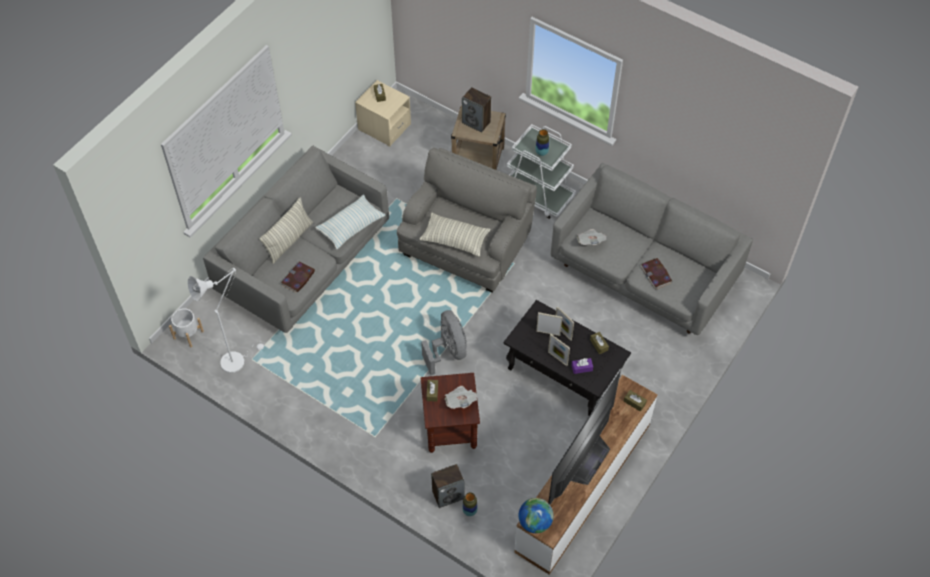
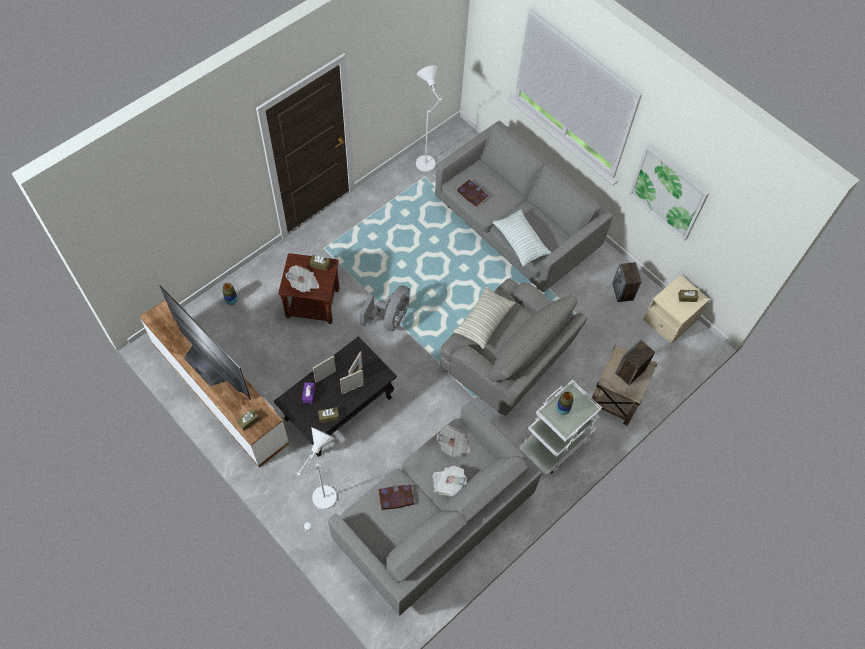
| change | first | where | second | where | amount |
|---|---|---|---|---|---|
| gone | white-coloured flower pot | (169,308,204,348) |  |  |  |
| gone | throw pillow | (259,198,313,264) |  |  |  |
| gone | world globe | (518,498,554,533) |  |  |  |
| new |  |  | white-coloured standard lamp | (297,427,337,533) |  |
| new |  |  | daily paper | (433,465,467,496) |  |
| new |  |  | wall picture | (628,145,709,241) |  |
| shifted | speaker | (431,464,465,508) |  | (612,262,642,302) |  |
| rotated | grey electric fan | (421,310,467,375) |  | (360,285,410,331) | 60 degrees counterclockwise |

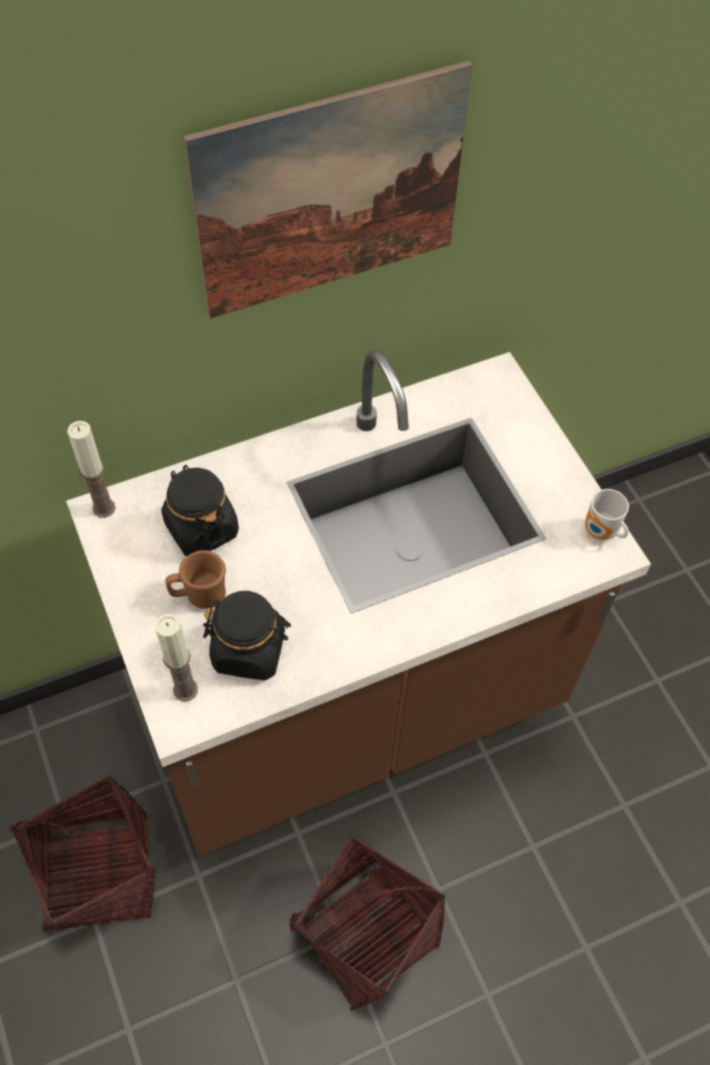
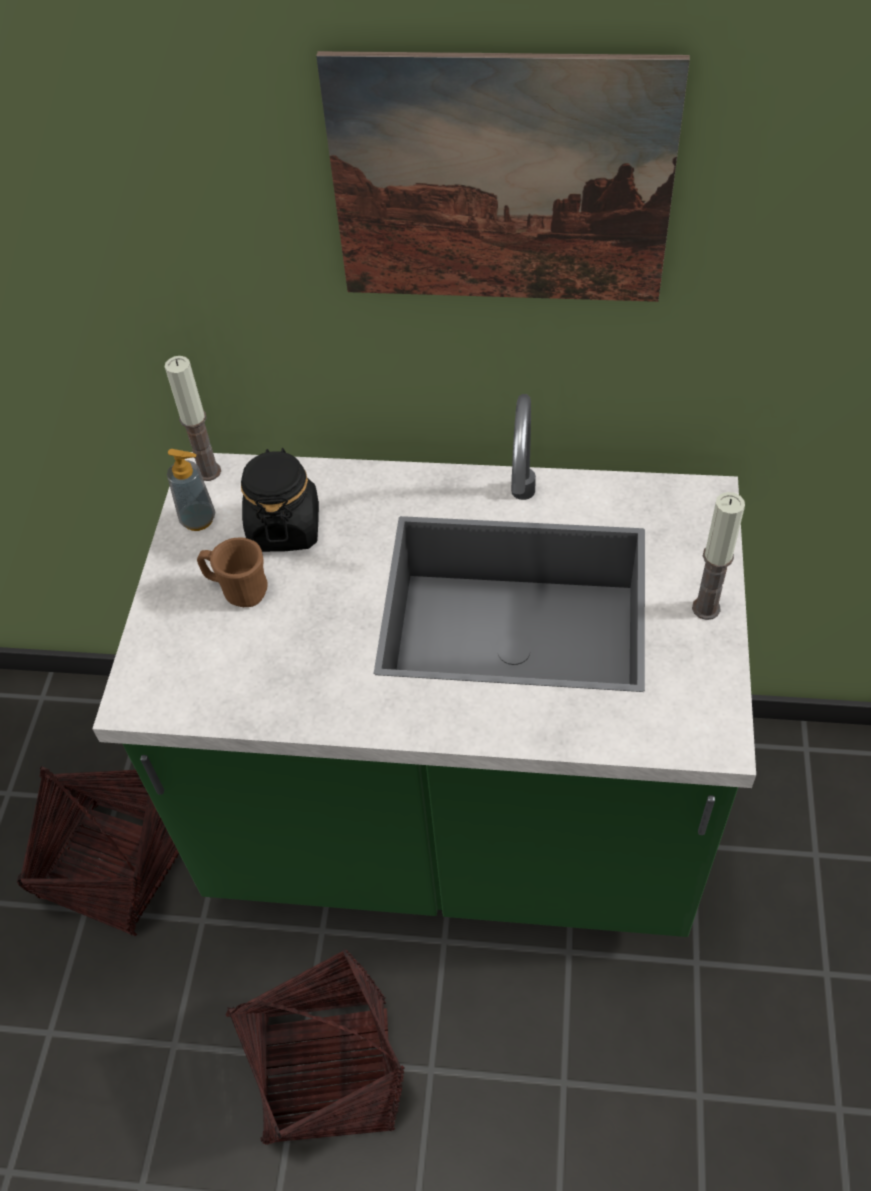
| change | first | where | second | where | amount |
|---|---|---|---|---|---|
| gone | black preserve jar | (203,591,291,680) |  |  |  |
| gone | tea mug | (585,489,629,540) |  |  |  |
| new |  |  | soap dispenser | (167,449,215,531) |  |
| shifted | wax candle | (155,613,198,701) |  | (692,492,745,620) |  |
| repainted | brown counter | (66,350,651,856) | greenish counter | (92,394,756,937) |  |

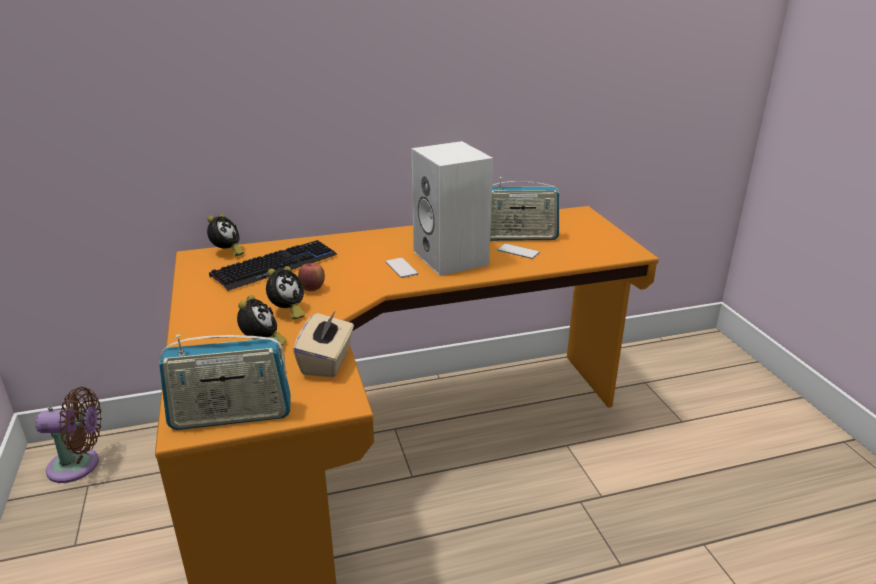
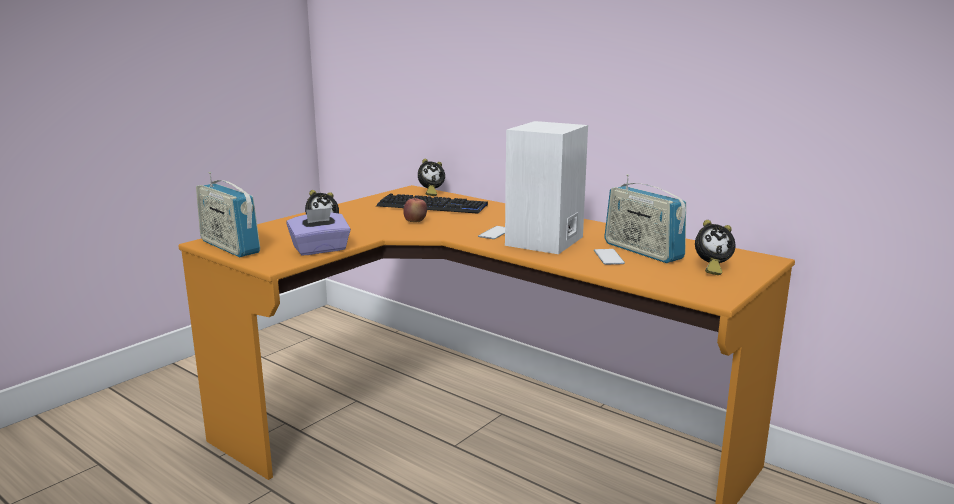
| change | first | where | second | where | amount |
|---|---|---|---|---|---|
| gone | brown electric fan | (35,387,102,483) |  |  |  |
| shifted | alarm clock | (266,266,306,320) |  | (695,220,735,275) |  |
| repainted | beige-coloured box of tissues | (293,310,354,378) | purple box of tissues | (286,208,351,255) |  |

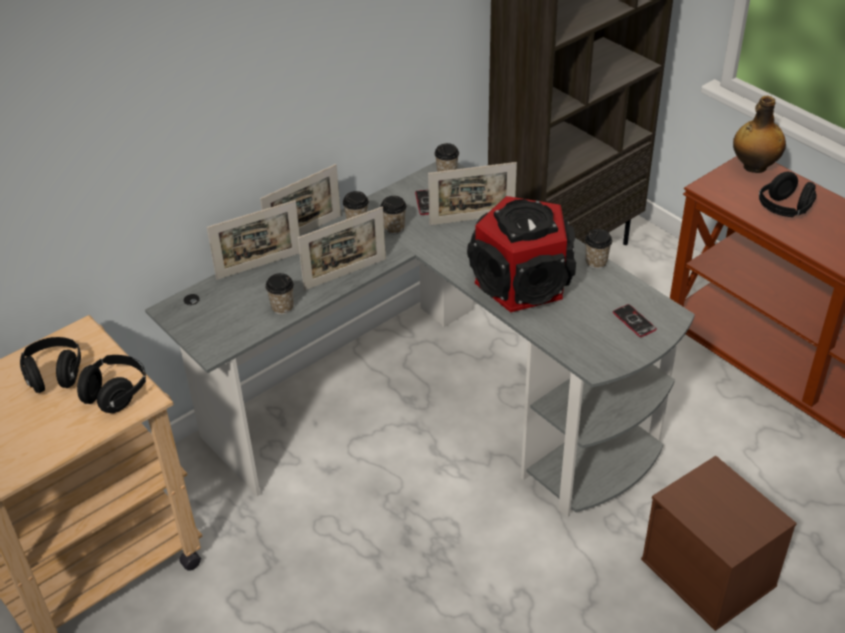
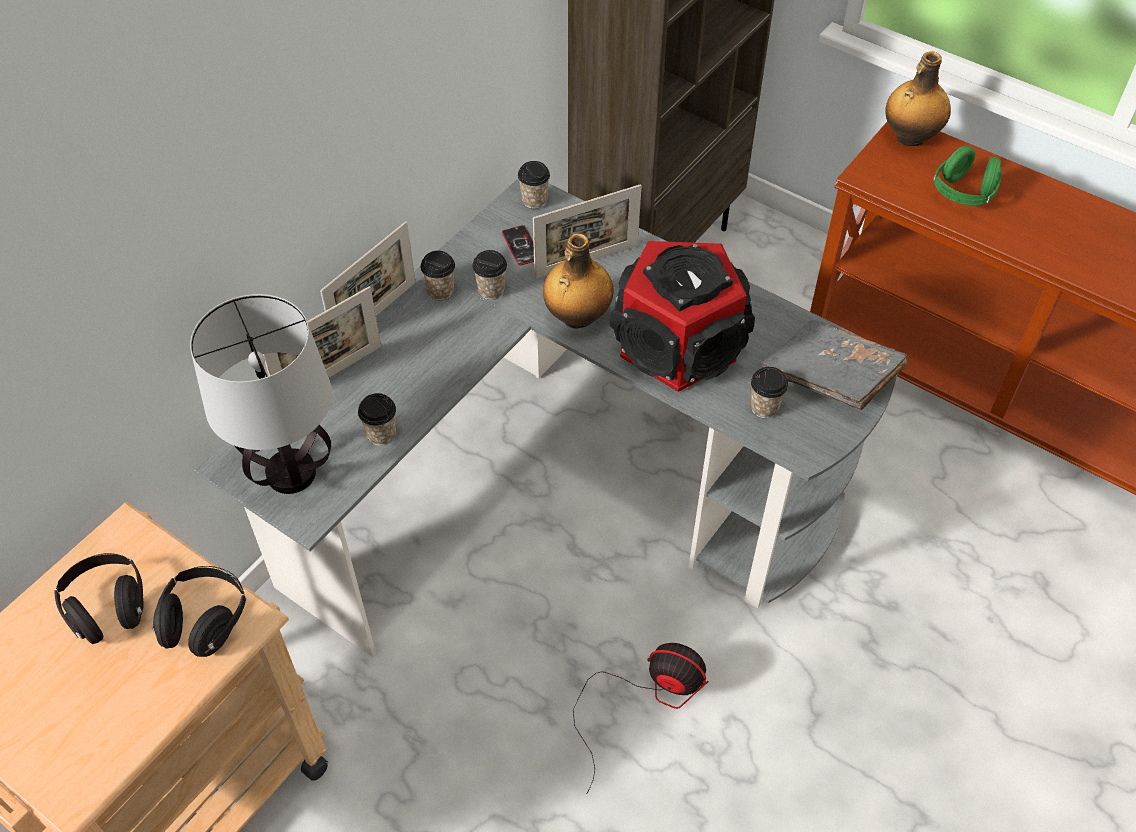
| change | first | where | second | where | amount |
|---|---|---|---|---|---|
| gone | standing frame | (298,207,386,290) |  |  |  |
| gone | brown storage box | (641,456,797,631) |  |  |  |
| new |  |  | table lamp | (190,294,332,494) |  |
| new |  |  | beverage bottle | (543,233,614,329) |  |
| new |  |  | electric fan | (573,643,709,793) |  |
| shifted | small cup | (585,229,612,269) |  | (750,367,788,418) |  |
| swapped | handset | (613,304,657,337) | grey volume | (762,321,907,410) |  |
| repainted | black headphones | (759,172,817,217) | greenish headphones | (933,146,1002,206) |  |

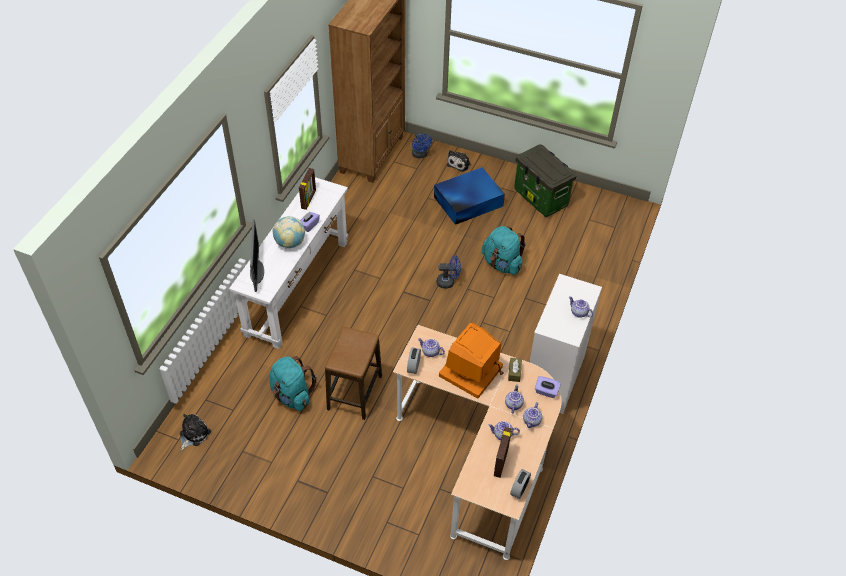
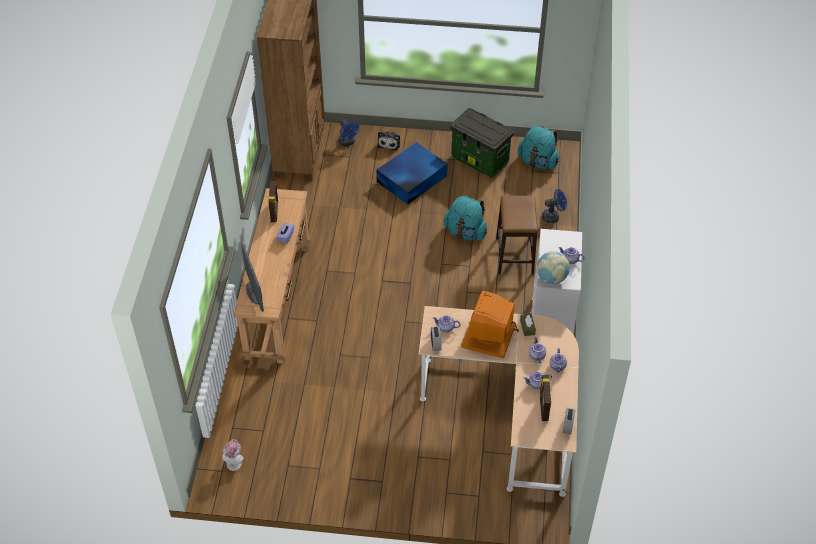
| change | first | where | second | where | amount |
|---|---|---|---|---|---|
| gone | purple box of tissues | (535,376,561,398) |  |  |  |
| shifted | turquoise knapsack | (269,356,317,411) |  | (518,125,559,169) |  |
| shifted | world globe | (272,216,305,249) |  | (536,251,570,285) |  |
| shifted | sitting stool | (325,327,382,420) |  | (496,196,538,275) |  |
| shifted | blue electric fan | (437,255,461,289) |  | (542,189,567,223) |  |
| swapped | soft toy | (180,414,211,450) | clothing hat | (222,439,243,471) |  |
| repainted | white-coloured hall table | (229,177,348,349) | brown hall table | (234,188,310,364) |  |

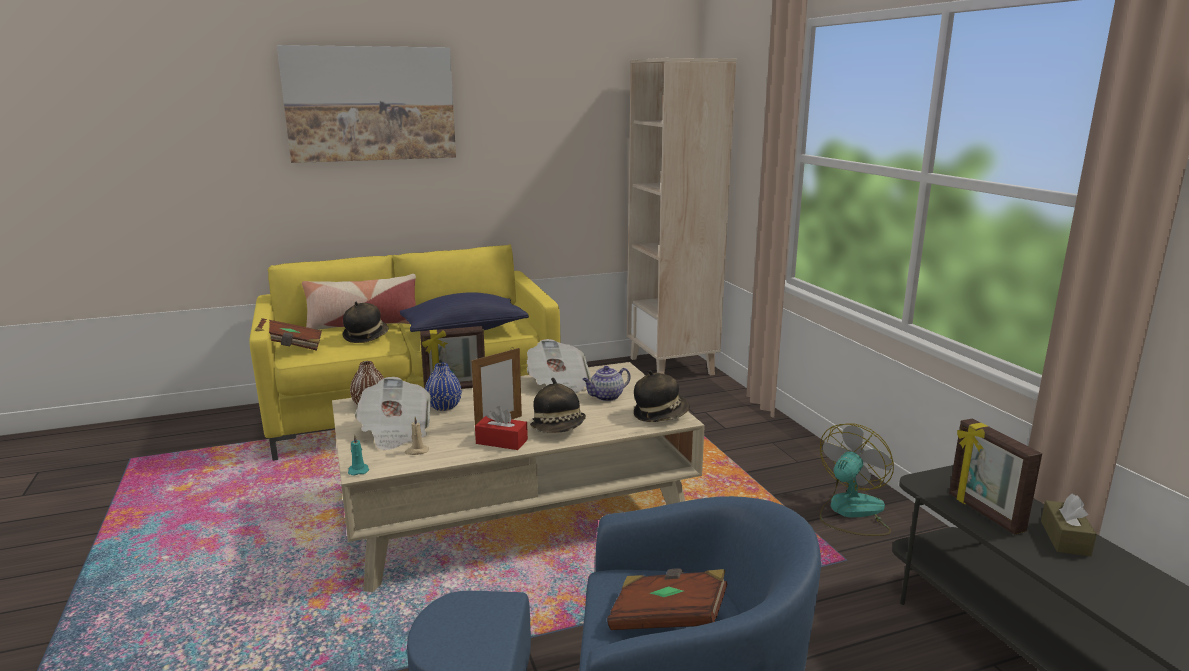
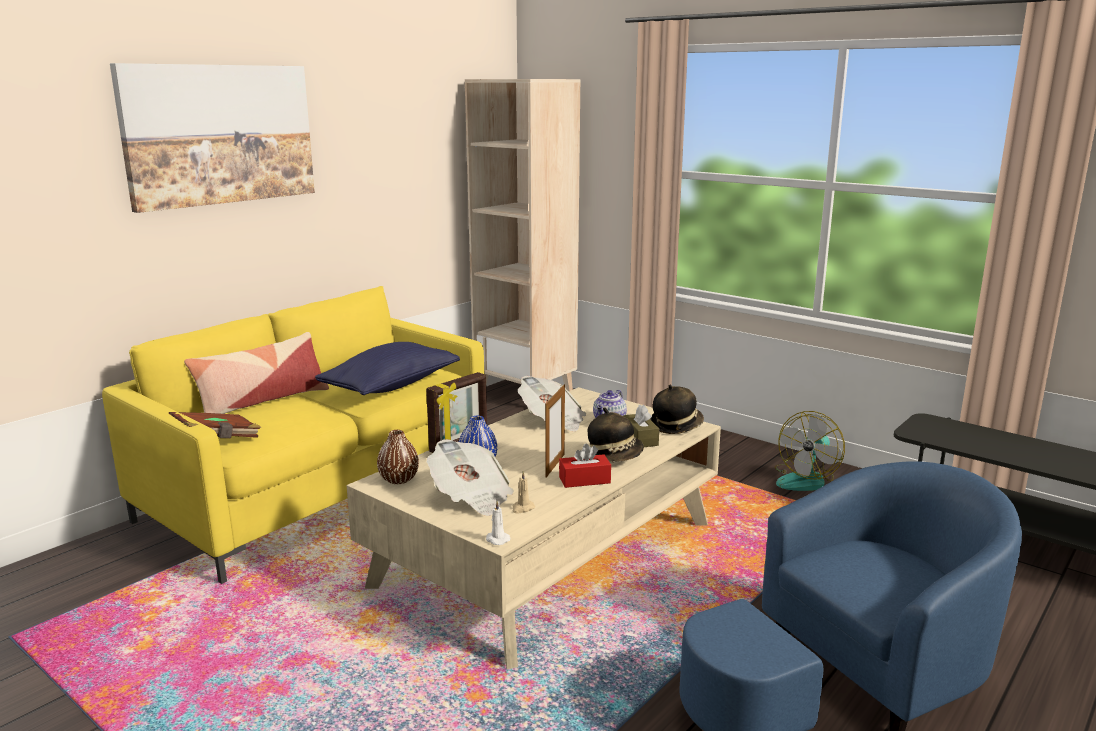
| change | first | where | second | where | amount |
|---|---|---|---|---|---|
| gone | clothing hat | (342,302,389,343) |  |  |  |
| gone | brown volume | (607,568,727,630) |  |  |  |
| gone | standing frame | (949,419,1042,534) |  |  |  |
| shifted | brown box of tissues | (1041,493,1097,556) |  | (623,405,659,447) |  |
| repainted | turquoise wax candle | (348,435,369,476) | white-coloured wax candle | (486,501,510,545) |  |
| rotated | electric fan | (820,423,894,536) |  | (775,411,845,491) | 150 degrees counterclockwise |

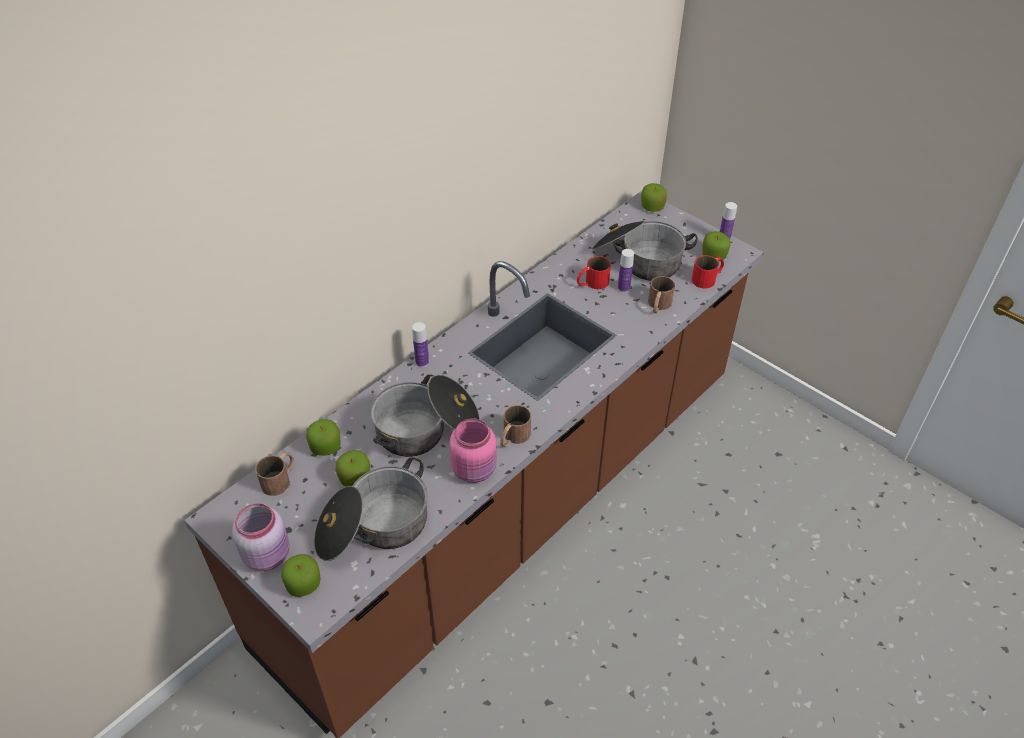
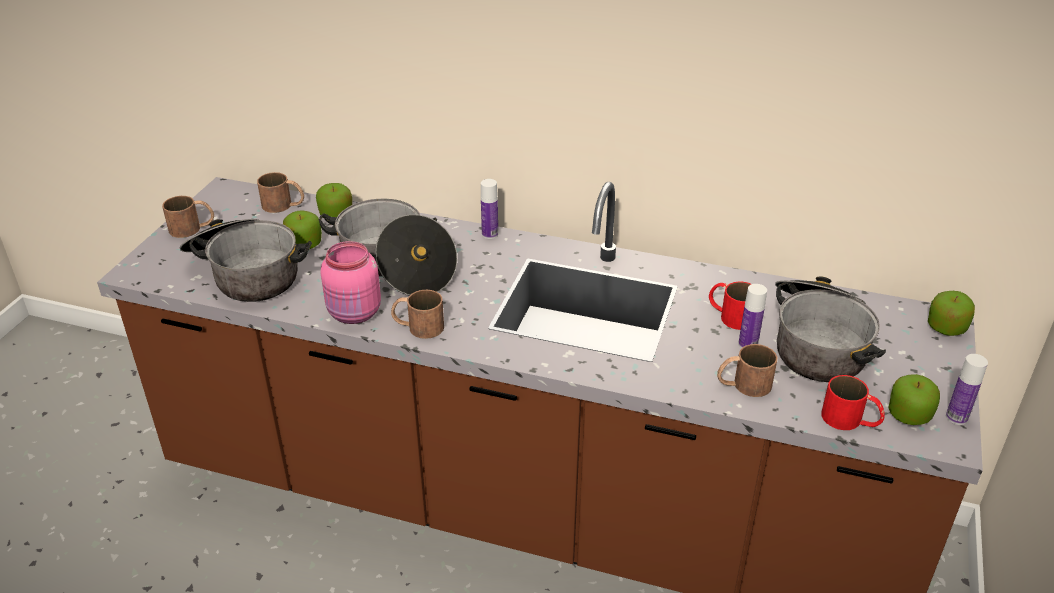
| change | first | where | second | where | amount |
|---|---|---|---|---|---|
| gone | apple fruit | (281,554,320,597) |  |  |  |
| swapped | pink-coloured preserve jar | (232,503,290,571) | brown tea mug | (162,196,214,238) |  |

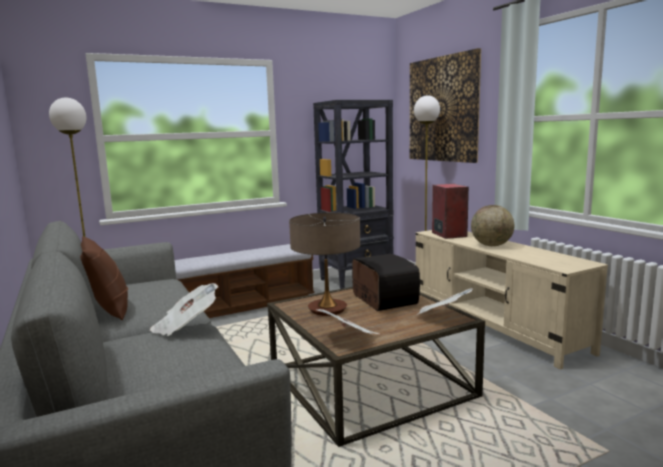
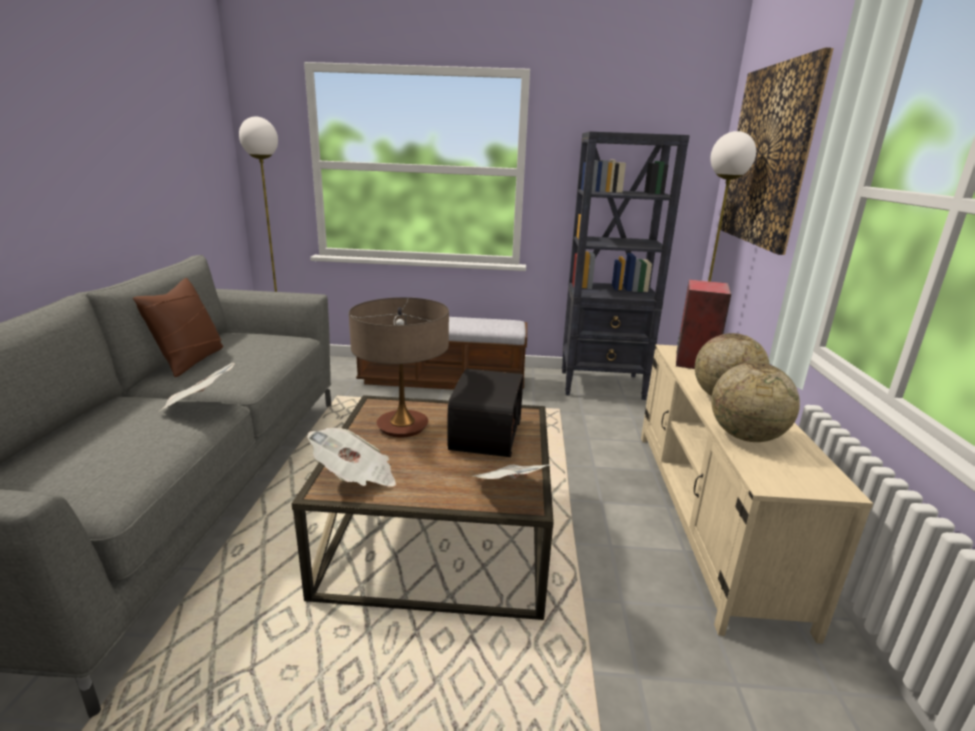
| change | first | where | second | where | amount |
|---|---|---|---|---|---|
| new |  |  | world globe | (711,362,800,442) |  |

